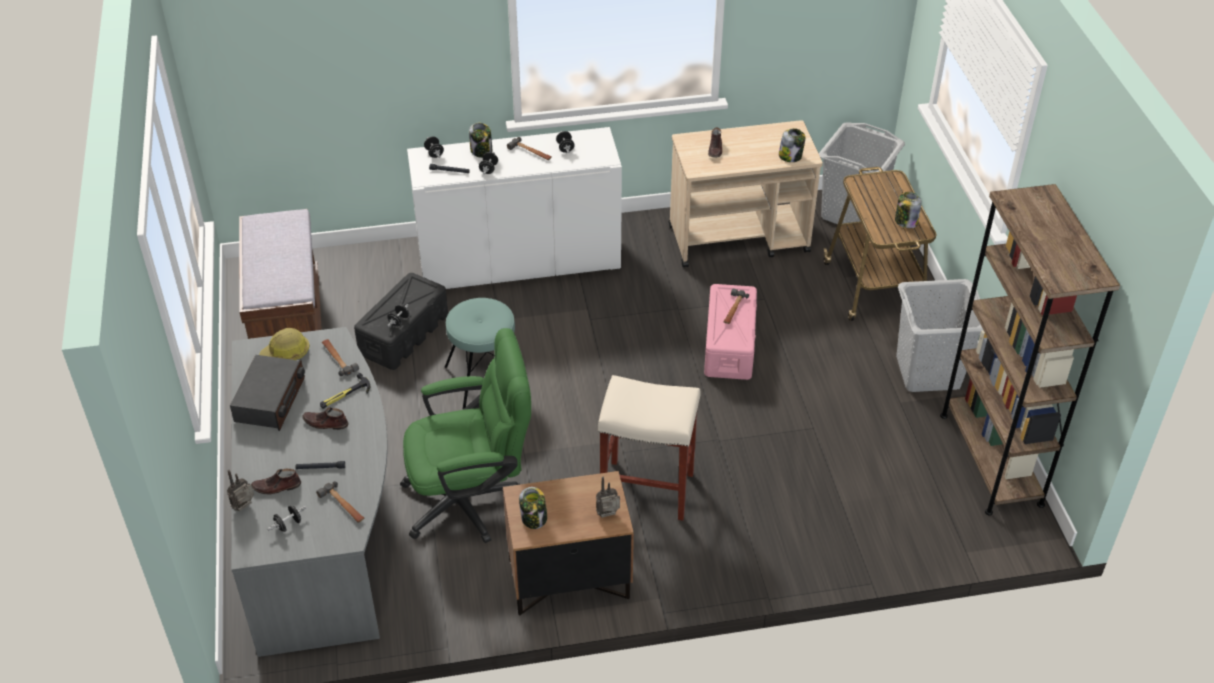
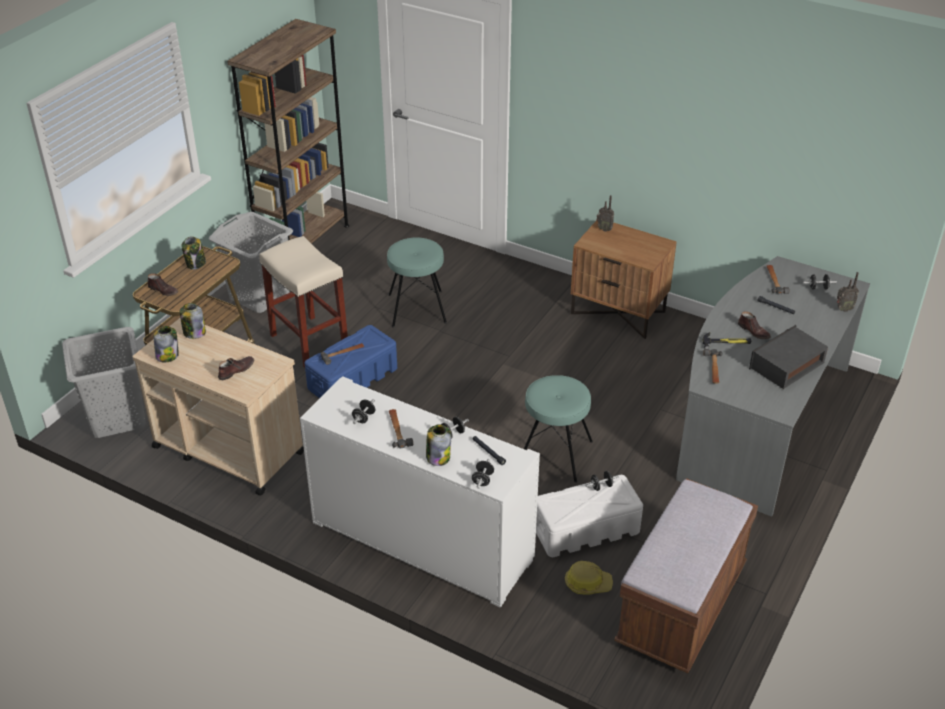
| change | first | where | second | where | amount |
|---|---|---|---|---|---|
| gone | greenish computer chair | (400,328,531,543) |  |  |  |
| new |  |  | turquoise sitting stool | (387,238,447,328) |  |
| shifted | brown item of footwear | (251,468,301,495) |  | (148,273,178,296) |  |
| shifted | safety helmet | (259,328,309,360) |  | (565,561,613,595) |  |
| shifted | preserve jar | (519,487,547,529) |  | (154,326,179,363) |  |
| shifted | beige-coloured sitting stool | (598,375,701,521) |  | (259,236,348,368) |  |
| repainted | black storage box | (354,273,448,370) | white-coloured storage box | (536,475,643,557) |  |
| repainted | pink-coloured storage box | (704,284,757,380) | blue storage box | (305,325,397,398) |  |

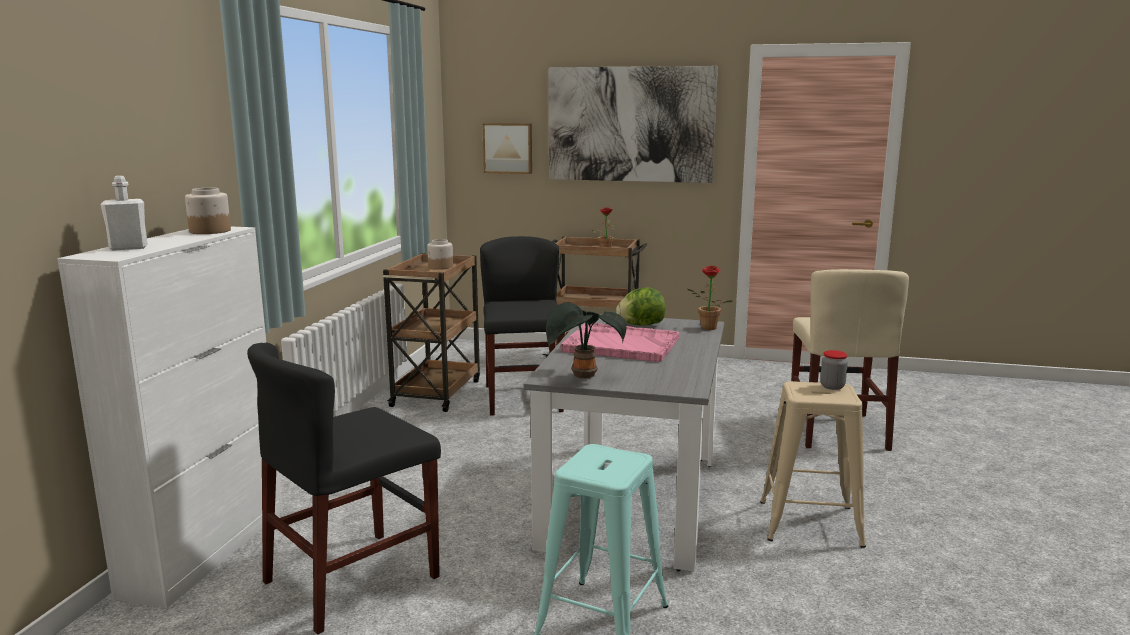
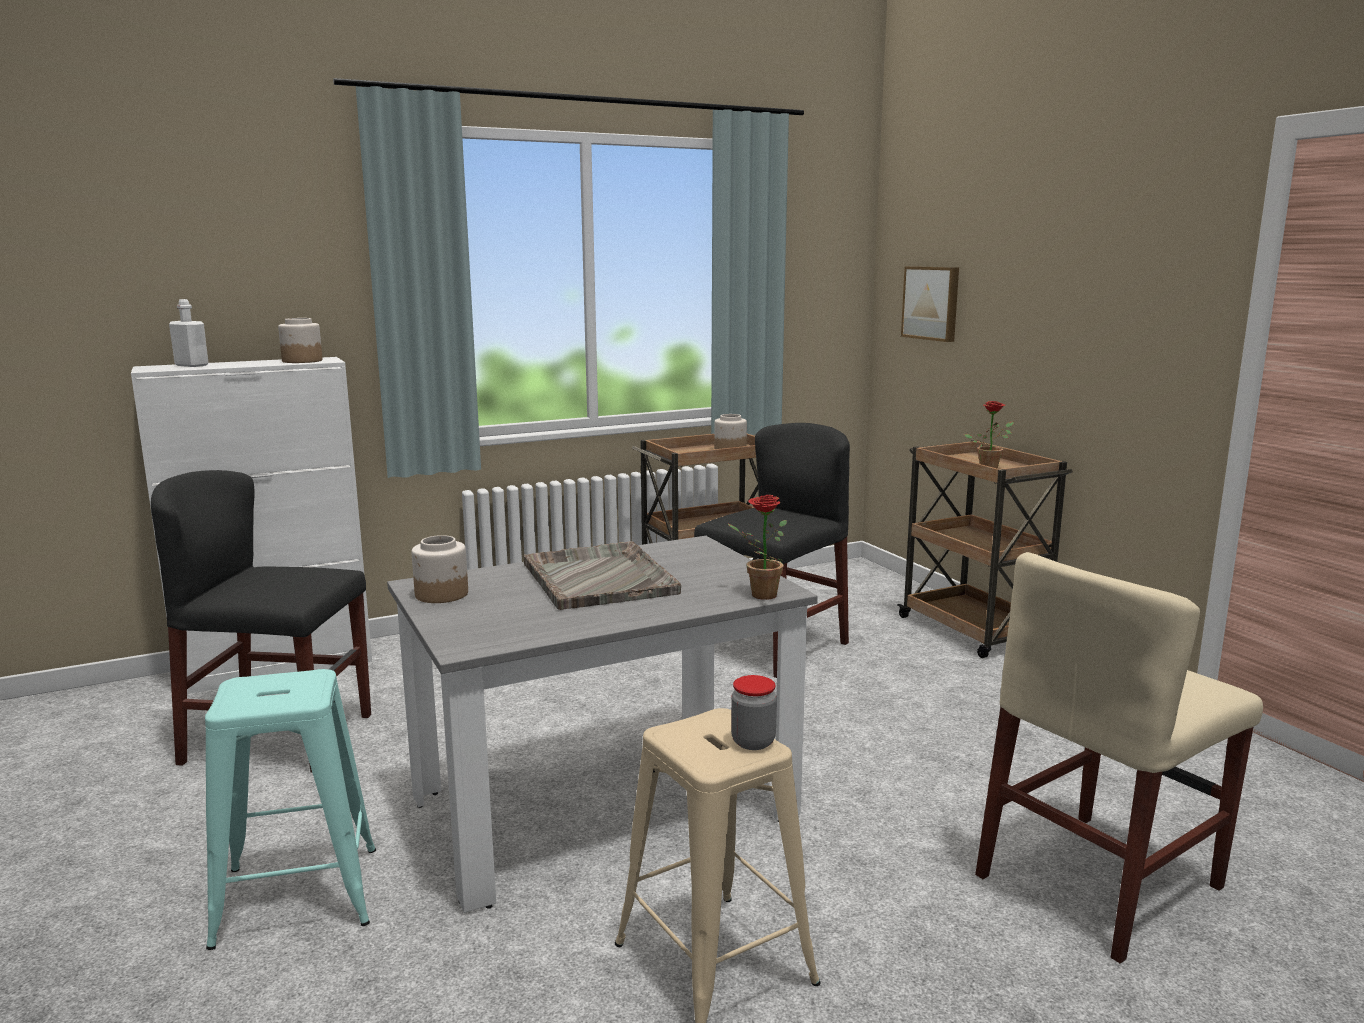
| change | first | where | second | where | amount |
|---|---|---|---|---|---|
| gone | wall picture | (549,66,718,183) |  |  |  |
| gone | lettuce | (616,288,665,325) |  |  |  |
| swapped | houseplant | (546,302,626,379) | preserve jar | (412,535,468,603) |  |
| repainted | pink-coloured tray | (560,323,679,362) | grey tray | (523,541,681,610) |  |

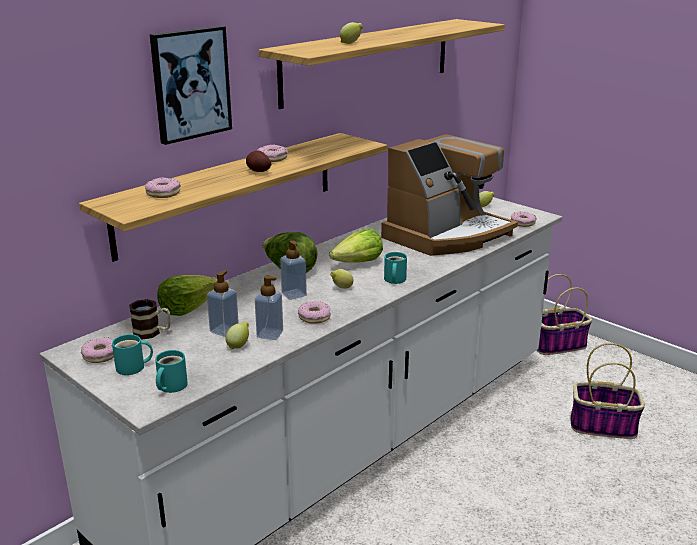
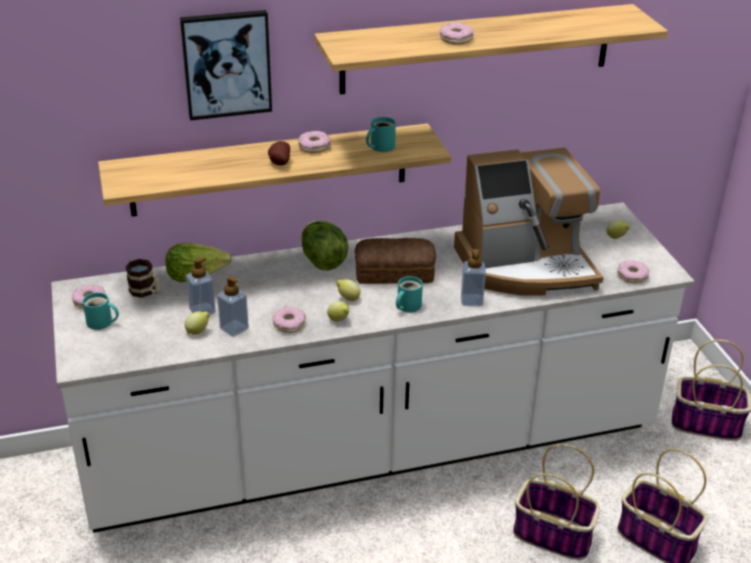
| change | first | where | second | where | amount |
|---|---|---|---|---|---|
| new |  |  | basket | (513,444,600,560) |  |
| shifted | ring doughnut | (145,177,181,198) |  | (440,23,474,45) |  |
| shifted | turquoise tea mug | (155,350,188,393) |  | (366,117,396,152) |  |
| shifted | soap dispenser | (280,240,307,300) |  | (461,249,486,306) |  |
| shifted | lemon | (340,22,363,44) |  | (327,301,349,322) |  |
| swapped | lettuce | (329,229,383,263) | bread | (355,238,436,284) |  |

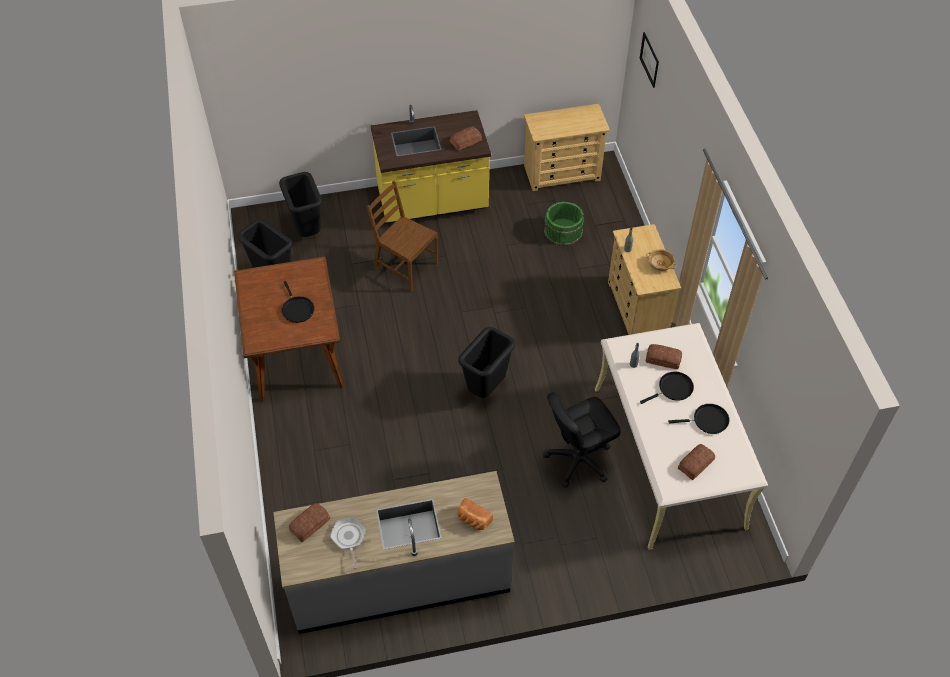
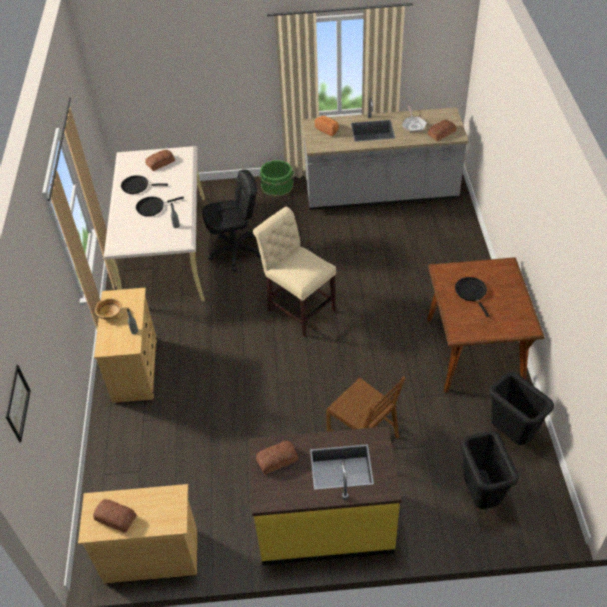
| change | first | where | second | where | amount |
|---|---|---|---|---|---|
| shifted | greenish pail | (544,202,584,246) |  | (260,160,294,197) |  |
| shifted | bread | (646,344,682,369) |  | (93,499,137,533) |  |
| swapped | black waste bin | (458,327,515,398) | beige-coloured upright chair | (253,207,336,337) |  |

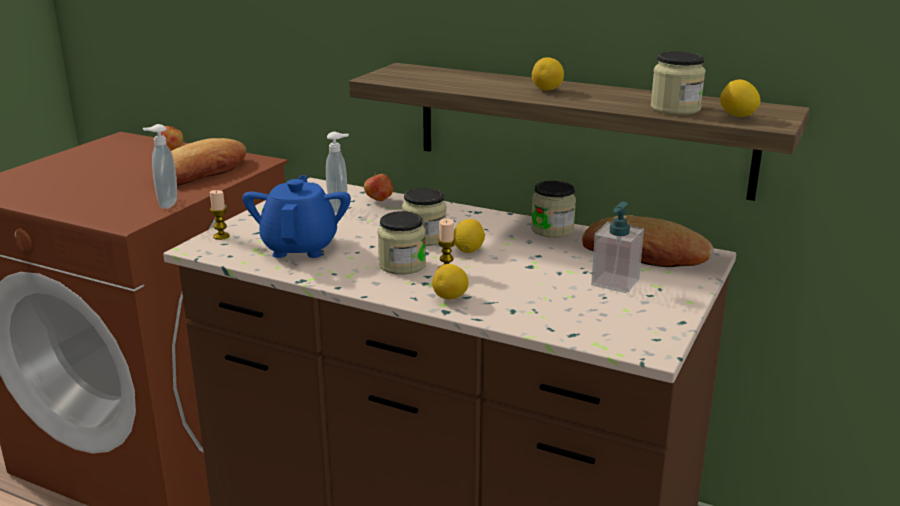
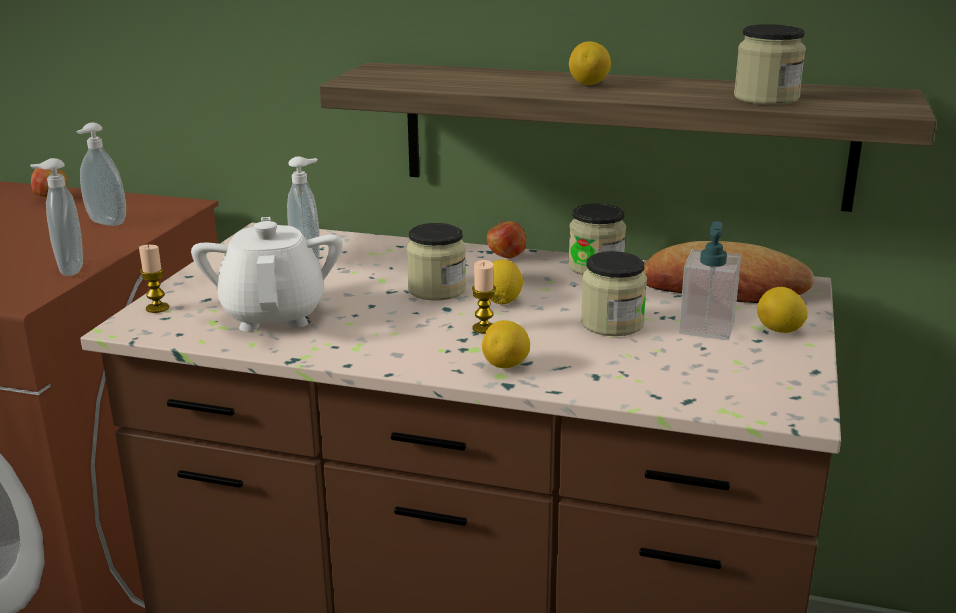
| change | first | where | second | where | amount |
|---|---|---|---|---|---|
| shifted | apple fruit | (364,172,393,201) |  | (487,219,526,258) |  |
| shifted | preserve jar | (378,211,426,274) |  | (581,251,647,336) |  |
| shifted | lemon | (720,80,760,117) |  | (757,287,807,333) |  |
| swapped | bread | (171,138,246,186) | soap dispenser | (76,122,126,226) |  |
| repainted | blue tea pot | (242,176,351,258) | white-coloured tea pot | (191,217,342,331) |  |

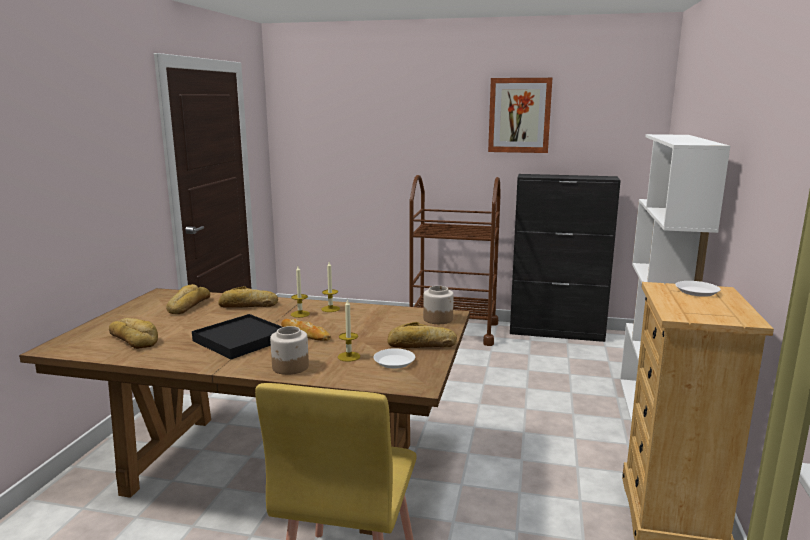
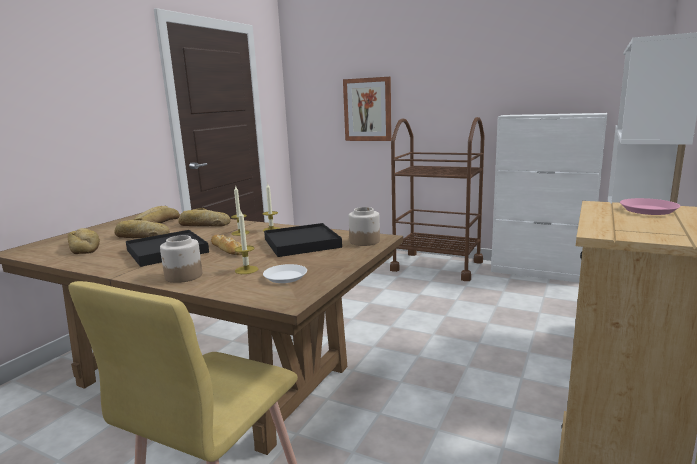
| change | first | where | second | where | amount |
|---|---|---|---|---|---|
| new |  |  | black tray | (264,223,342,257) |  |
| shifted | bread | (387,322,457,348) |  | (115,218,170,238) |  |
| shifted | wall picture | (488,78,552,153) |  | (343,77,392,141) |  |
| repainted | black cabinet | (510,174,621,342) | white-coloured cabinet | (491,113,607,283) |  |
| repainted | white-coloured dinner plate | (675,281,721,297) | pink-coloured dinner plate | (620,198,680,215) |  |

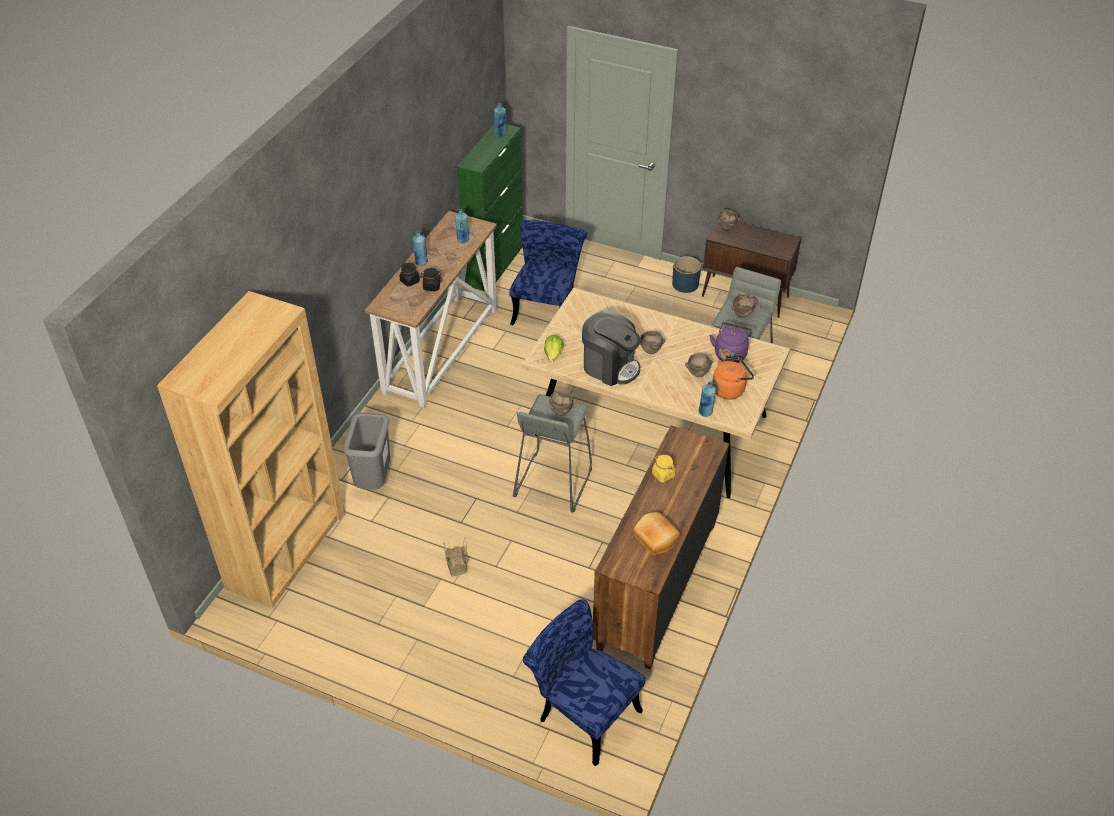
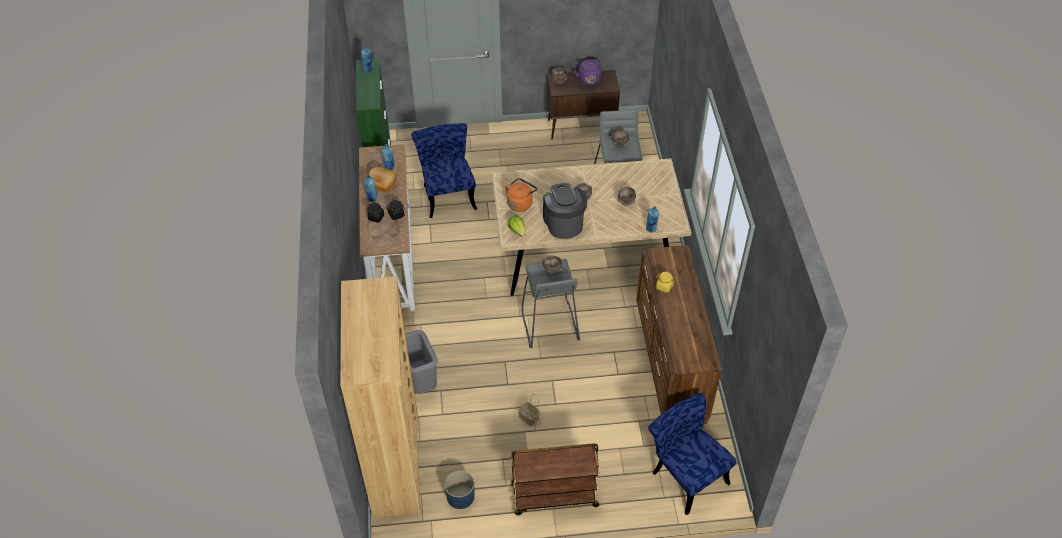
| change | first | where | second | where | amount |
|---|---|---|---|---|---|
| new |  |  | brown wheeled cart | (511,443,599,515) |  |
| shifted | bread | (633,512,680,555) |  | (368,167,397,193) |  |
| shifted | blue flower pot | (672,256,701,293) |  | (444,471,475,509) |  |
| shifted | purple water kettle | (710,322,752,363) |  | (574,57,601,85) |  |
| shifted | orangey water kettle | (712,357,754,400) |  | (505,178,537,212) |  |
| rotated | blue upright chair | (523,599,645,766) |  | (648,393,737,515) | 45 degrees clockwise |
| rotated | coffee brewer | (582,311,640,386) |  | (543,183,587,239) | 105 degrees counterclockwise |

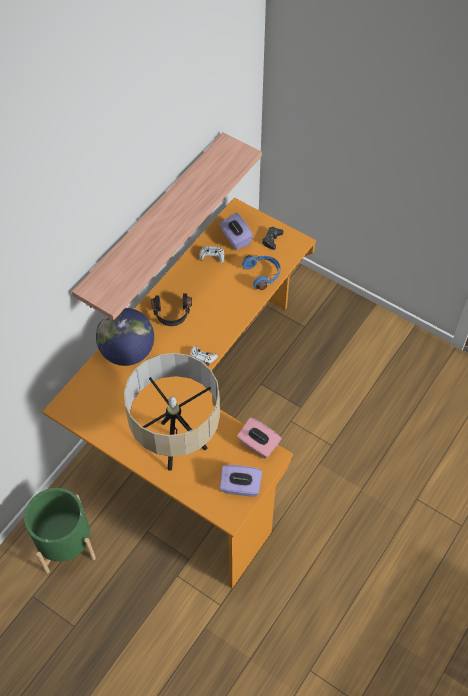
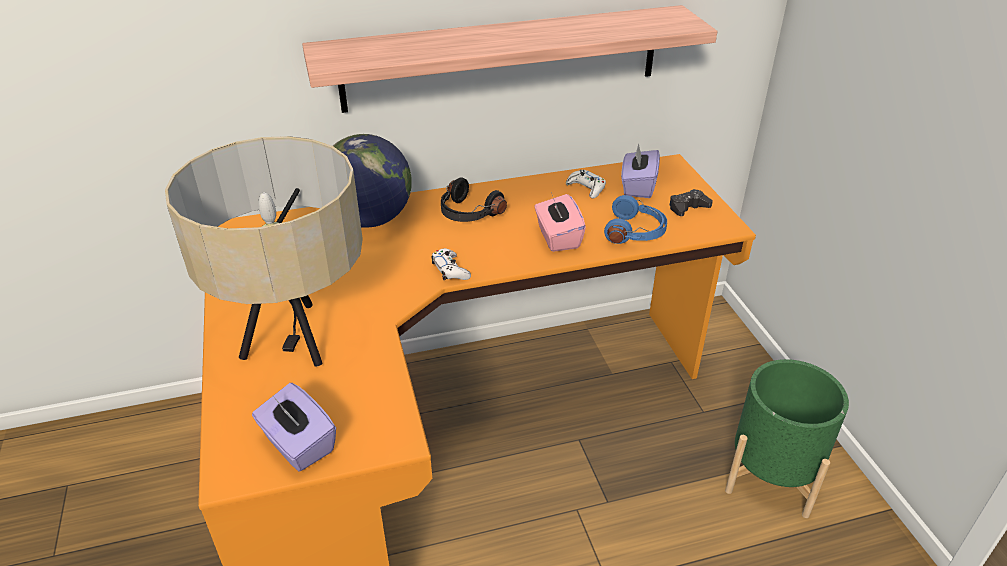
| change | first | where | second | where | amount |
|---|---|---|---|---|---|
| shifted | greenish flower pot | (24,488,96,574) |  | (725,359,849,518) |  |
| shifted | pink-coloured box of tissues | (237,418,281,459) |  | (534,192,586,252) |  |

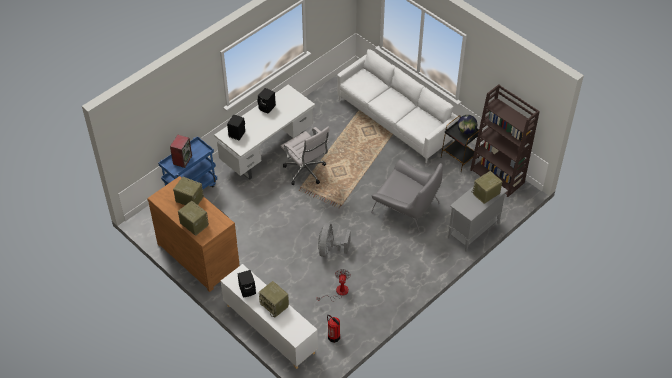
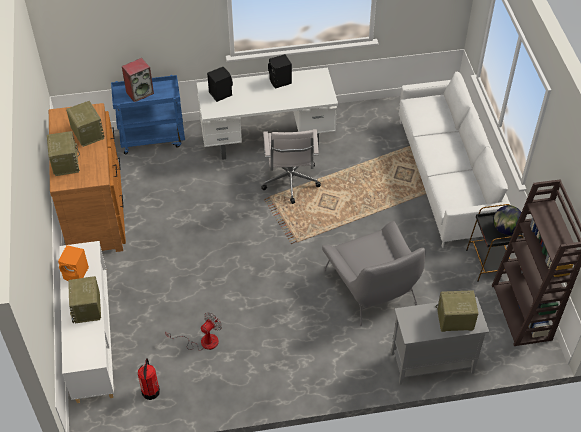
| change | first | where | second | where | amount |
|---|---|---|---|---|---|
| gone | grey electric fan | (318,223,351,257) |  |  |  |
| repainted | black speaker | (237,270,256,298) | orangey speaker | (58,245,89,281) |  |

